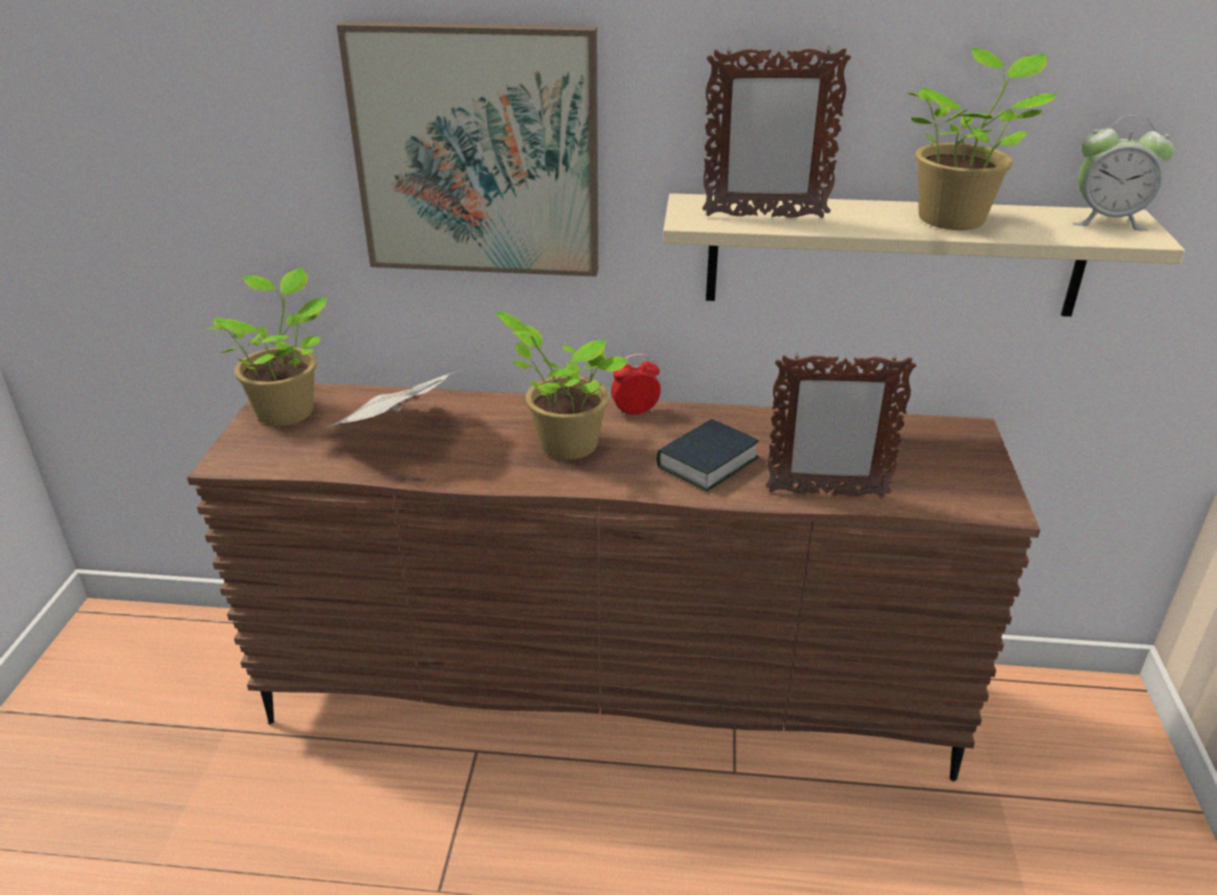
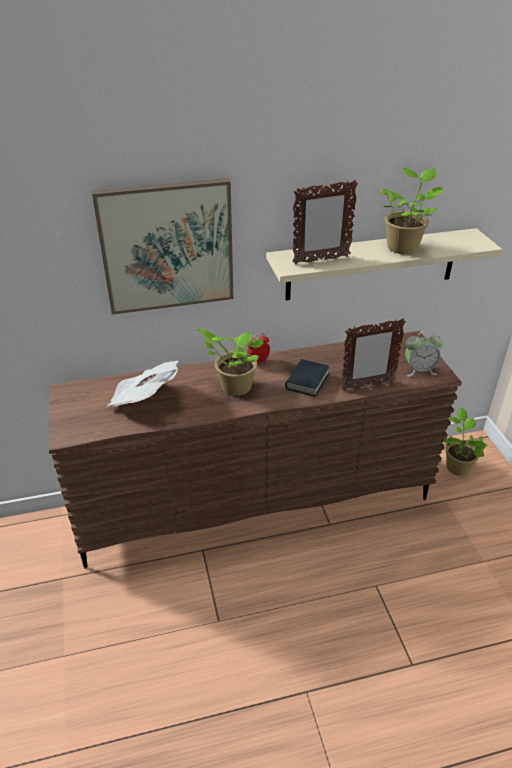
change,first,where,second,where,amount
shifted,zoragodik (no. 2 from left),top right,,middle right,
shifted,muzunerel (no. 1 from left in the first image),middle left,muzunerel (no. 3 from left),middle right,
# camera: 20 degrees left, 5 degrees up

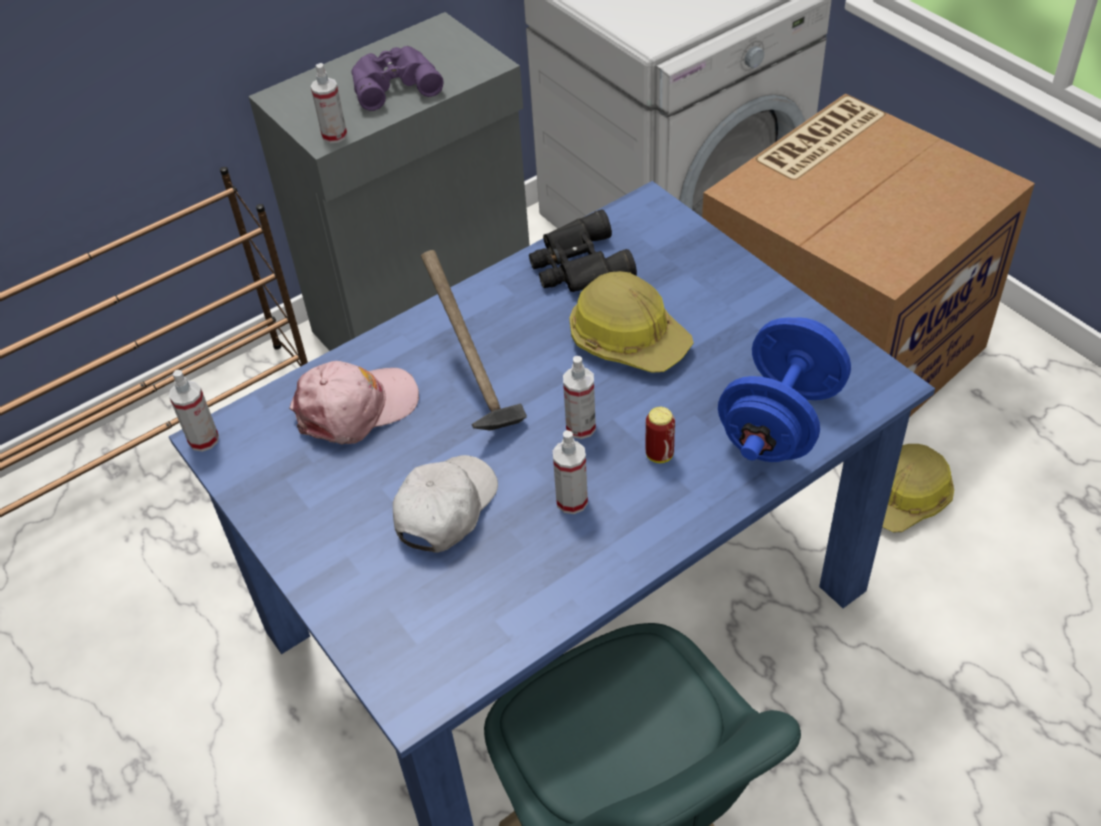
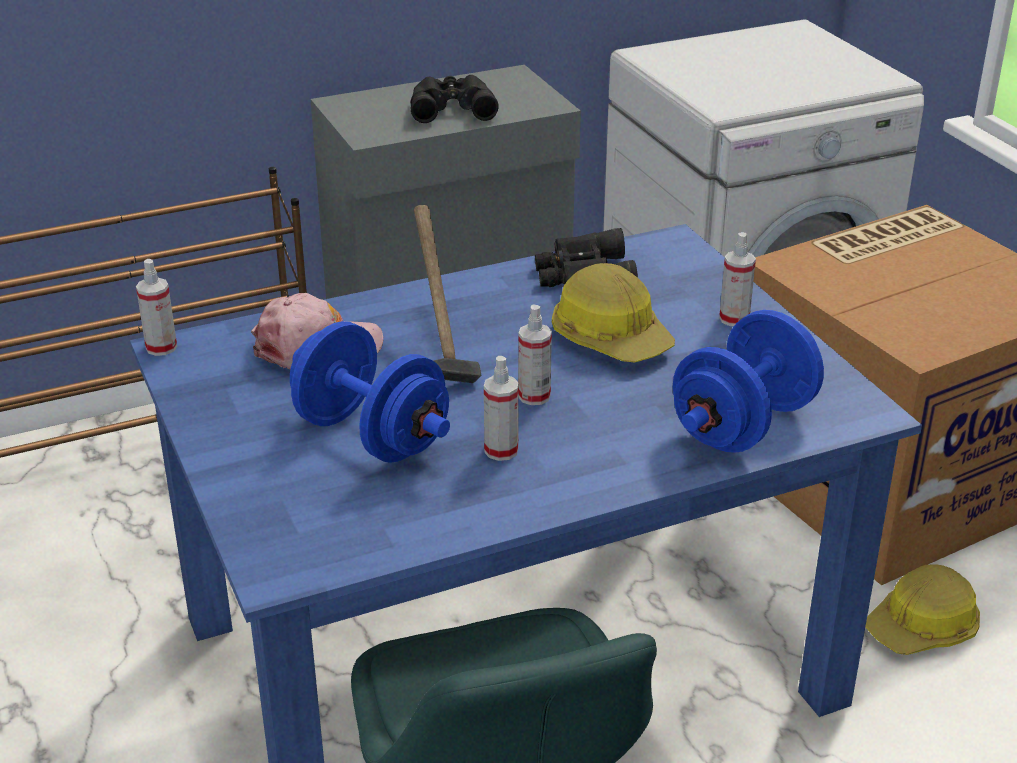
change,first,where,second,where,amount
swapped,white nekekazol,centre,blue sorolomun (no. 1 from left),centre,
repainted,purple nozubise,top centre,black nozubise (no. 1 from left),top centre,
shifted,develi (no. 2 from left in the first image),top left,develi (no. 4 from left),middle right,
gone,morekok,centre,,,
# camera: 10 degrees right, 15 degrees down

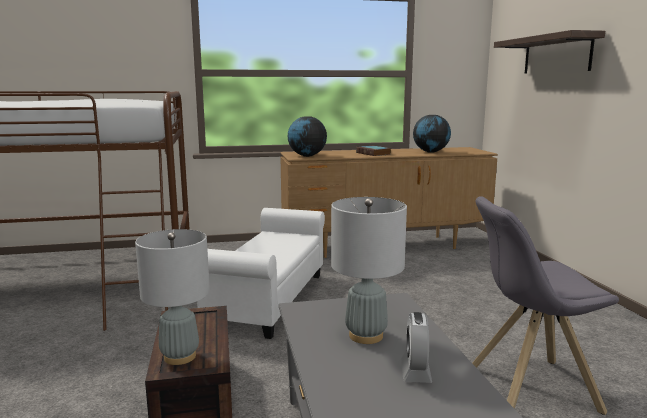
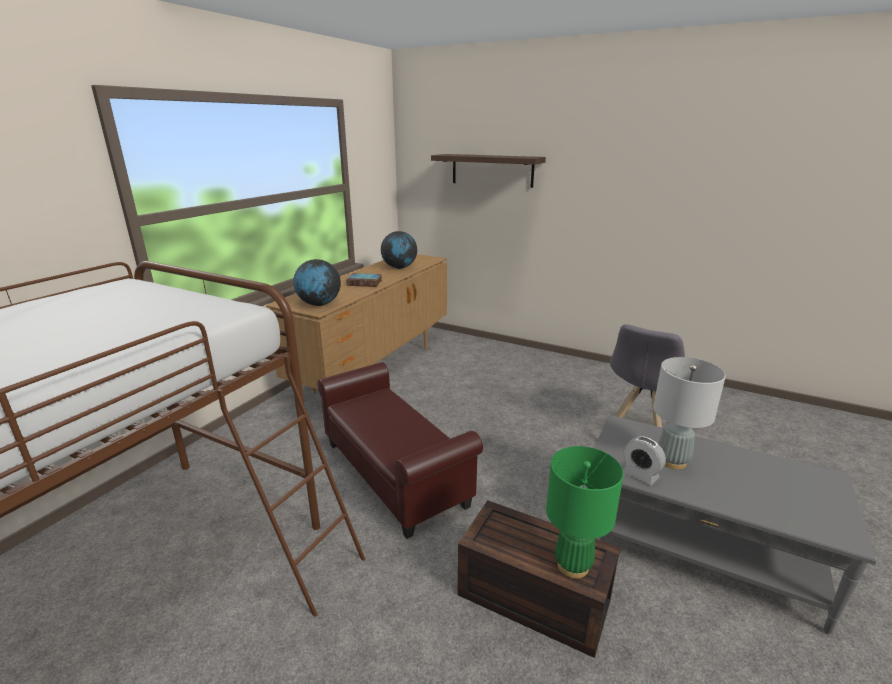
change,first,where,second,where,amount
repainted,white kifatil,centre,brown kifatil,centre,
repainted,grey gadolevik (no. 1 from left),bottom left,green gadolevik,bottom centre,
shifted,zoragodik,bottom centre,,bottom right,
# camera: 50 degrees left, 10 degrees up

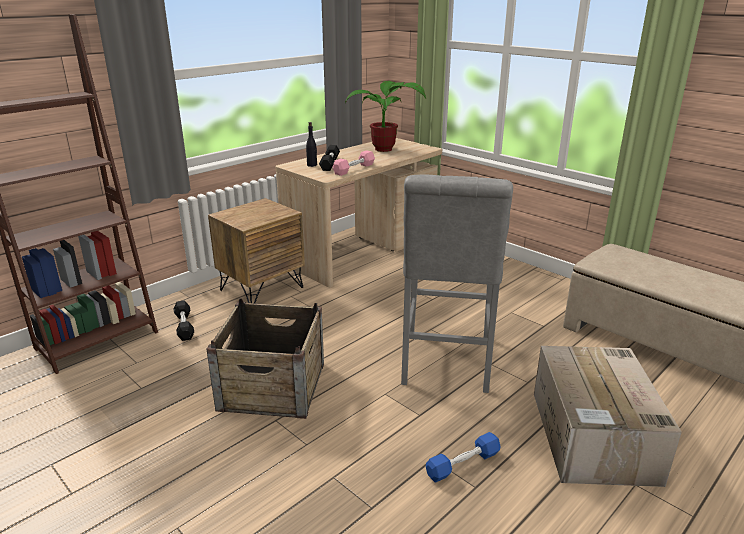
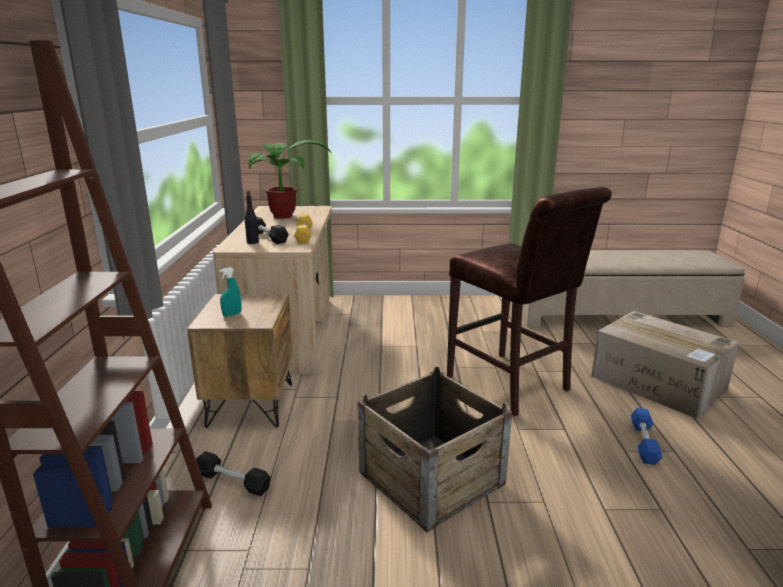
change,first,where,second,where,amount
new,,,turquoise develi,middle left,
repainted,pink sorolomun,top centre,yellow sorolomun,centre,
repainted,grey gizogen,centre,brown gizogen,middle right,
# camera: 45 degrees left, 5 degrees down

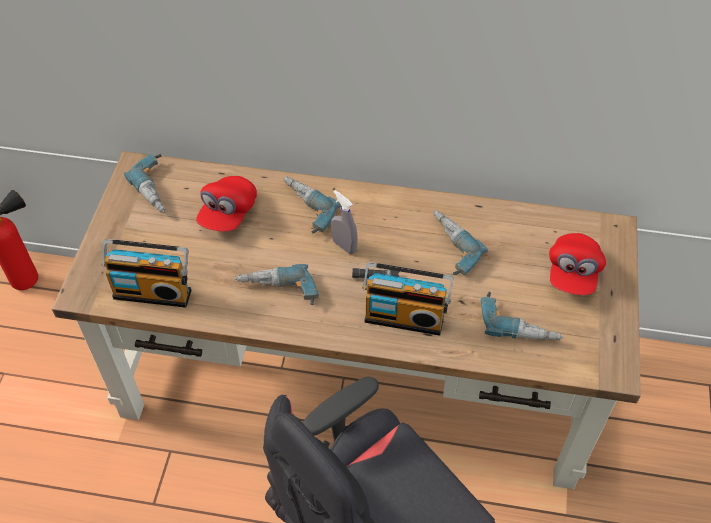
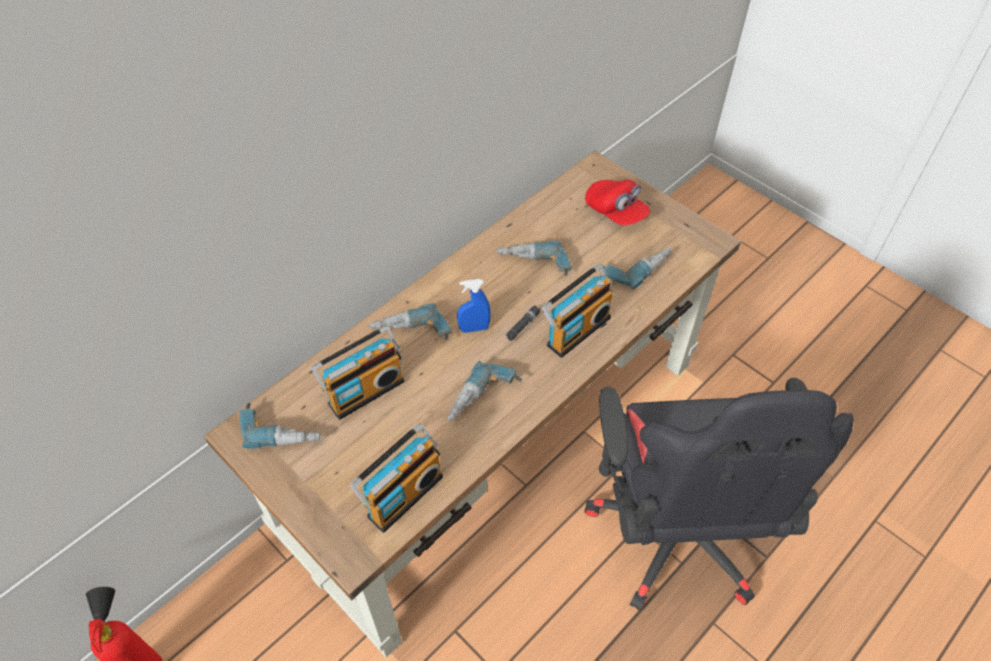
change,first,where,second,where,amount
swapped,red nekekazol (no. 1 from left),middle left,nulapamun (no. 1 from left),centre,
repainted,grey develi,centre,blue develi,centre,
# camera: 55 degrees left, 0 degrees up

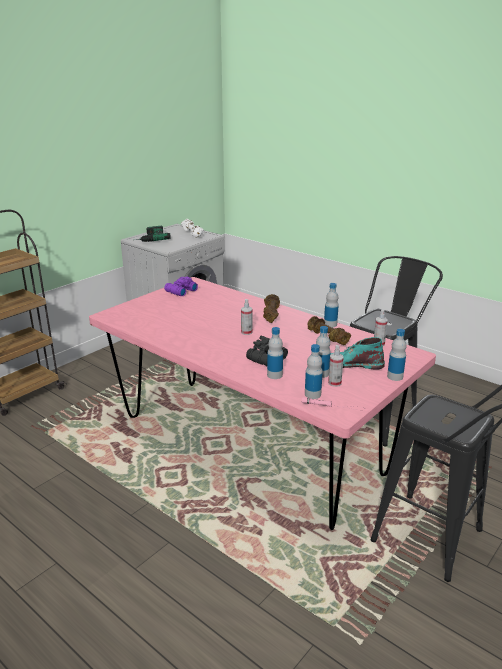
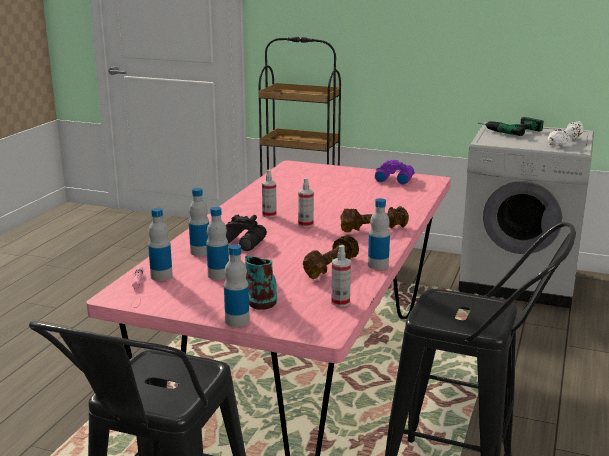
change,first,where,second,where,amount
shifted,develi (no. 2 from left in the first image),middle right,develi (no. 1 from left),centre,
# camera: 70 degrees right, 5 degrees down

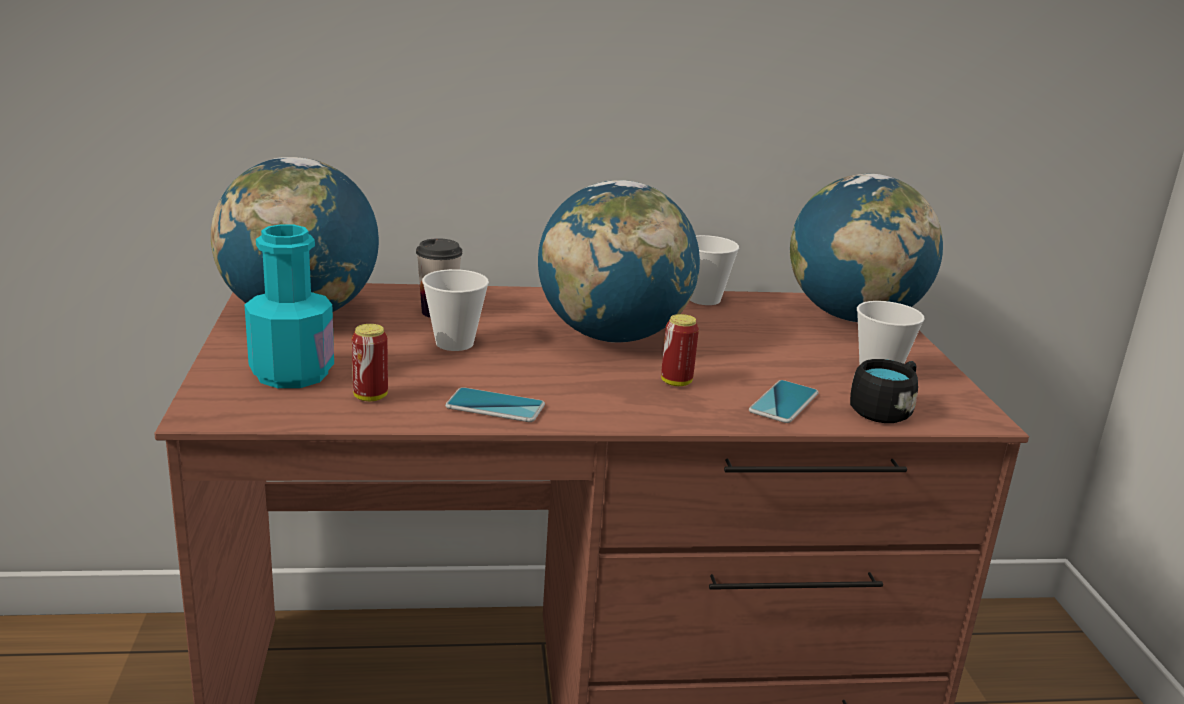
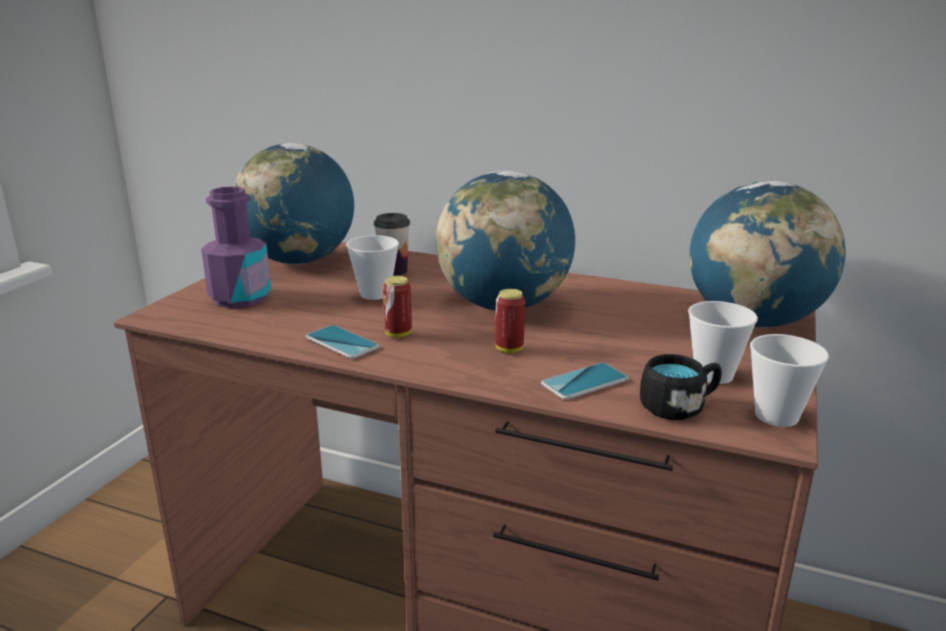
change,first,where,second,where,amount
repainted,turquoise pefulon,middle left,purple pefulon,middle left,
shifted,morekok (no. 1 from left),middle left,,centre,
shifted,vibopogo (no. 3 from left in the first image),centre,vibopogo (no. 4 from left),middle right,
# camera: 30 degrees right, 0 degrees up

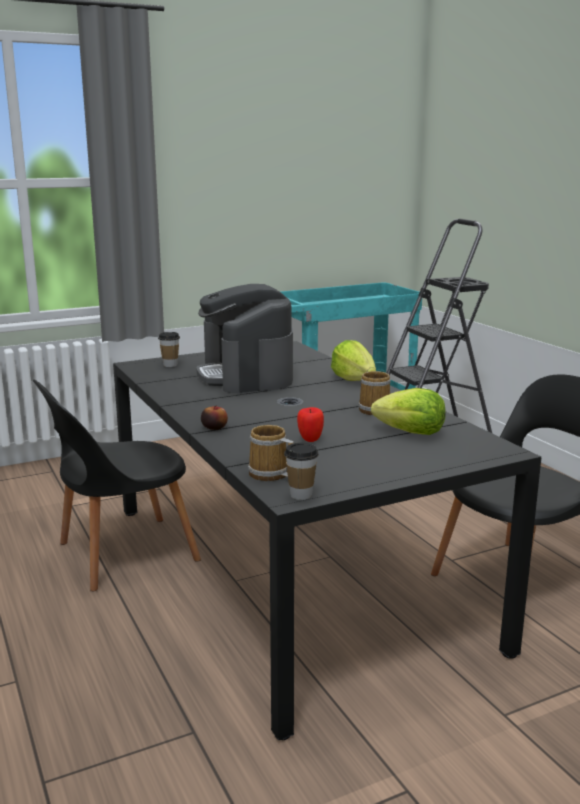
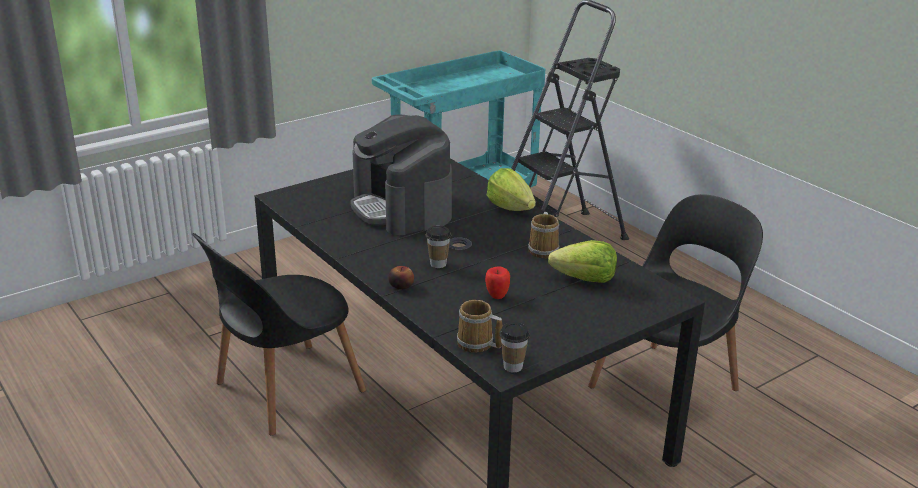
change,first,where,second,where,amount
shifted,vibopogo (no. 1 from left),middle left,,centre,
# camera: 10 degrees left, 10 degrees up

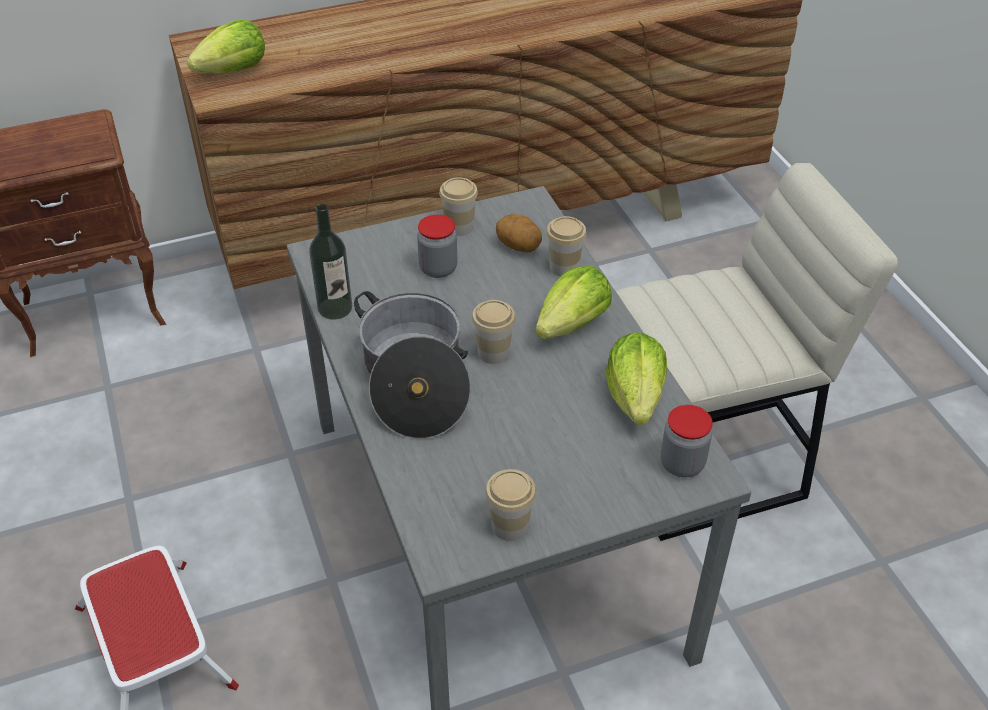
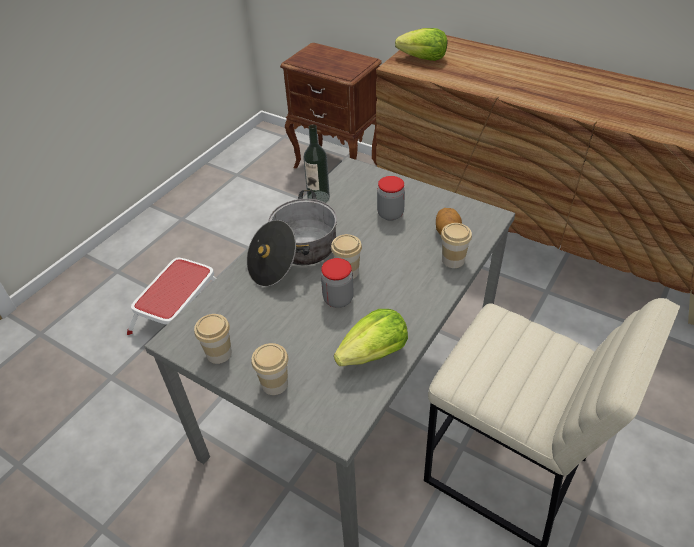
change,first,where,second,where,amount
shifted,vibopogo (no. 1 from left in the first image),top centre,vibopogo (no. 2 from left),bottom centre,
shifted,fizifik (no. 2 from left in the first image),middle right,fizifik (no. 1 from left),centre,
gone,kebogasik (no. 2 from left),centre,,,
# camera: 55 degrees right, 0 degrees up

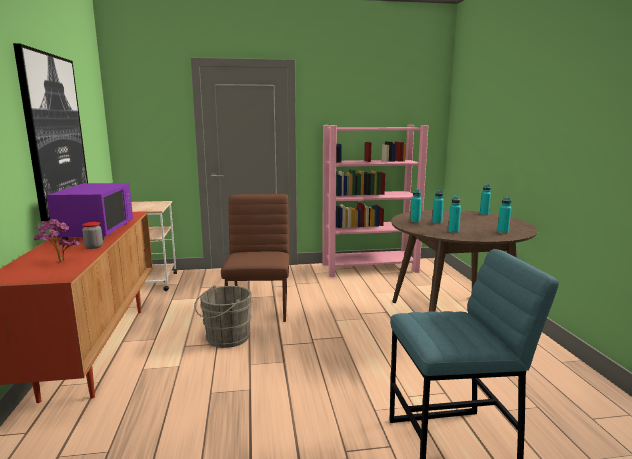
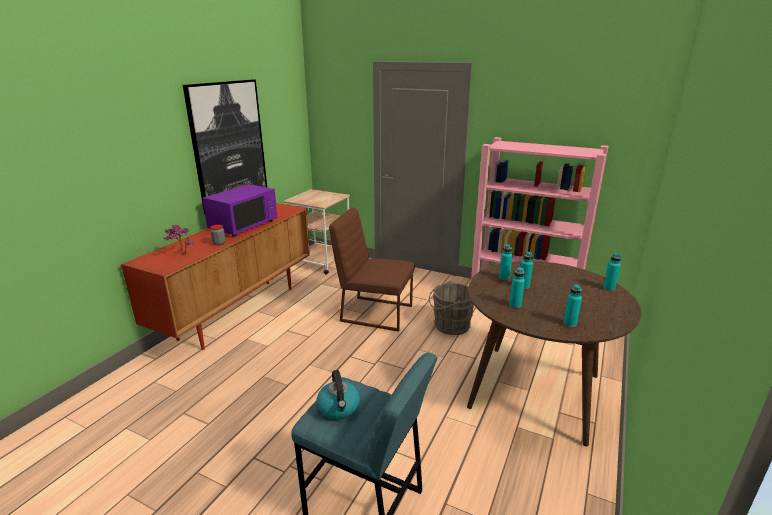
change,first,where,second,where,amount
new,,,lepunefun,bottom centre,
rotated,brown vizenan,centre,,centre,105 degrees counterclockwise
shifted,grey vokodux,bottom centre,,centre,
# camera: 35 degrees right, 10 degrees up

